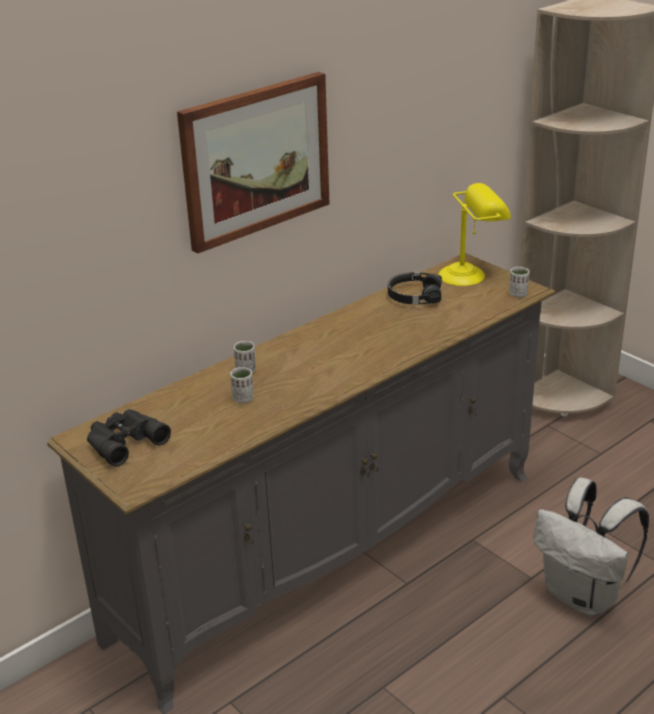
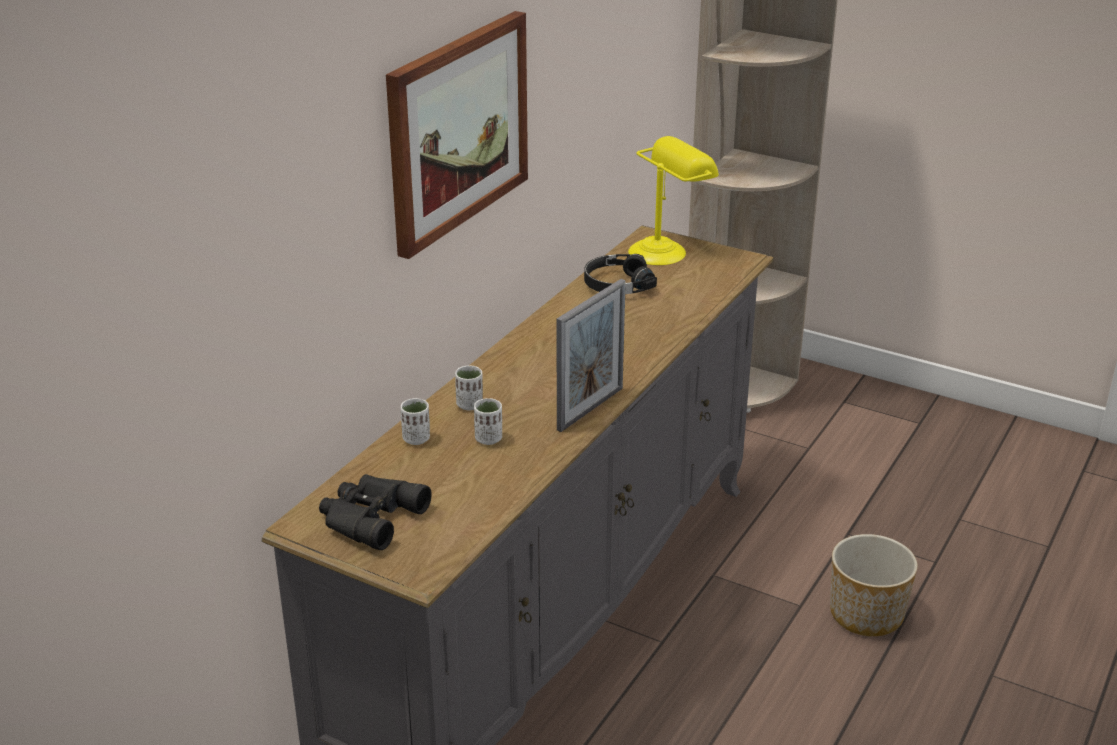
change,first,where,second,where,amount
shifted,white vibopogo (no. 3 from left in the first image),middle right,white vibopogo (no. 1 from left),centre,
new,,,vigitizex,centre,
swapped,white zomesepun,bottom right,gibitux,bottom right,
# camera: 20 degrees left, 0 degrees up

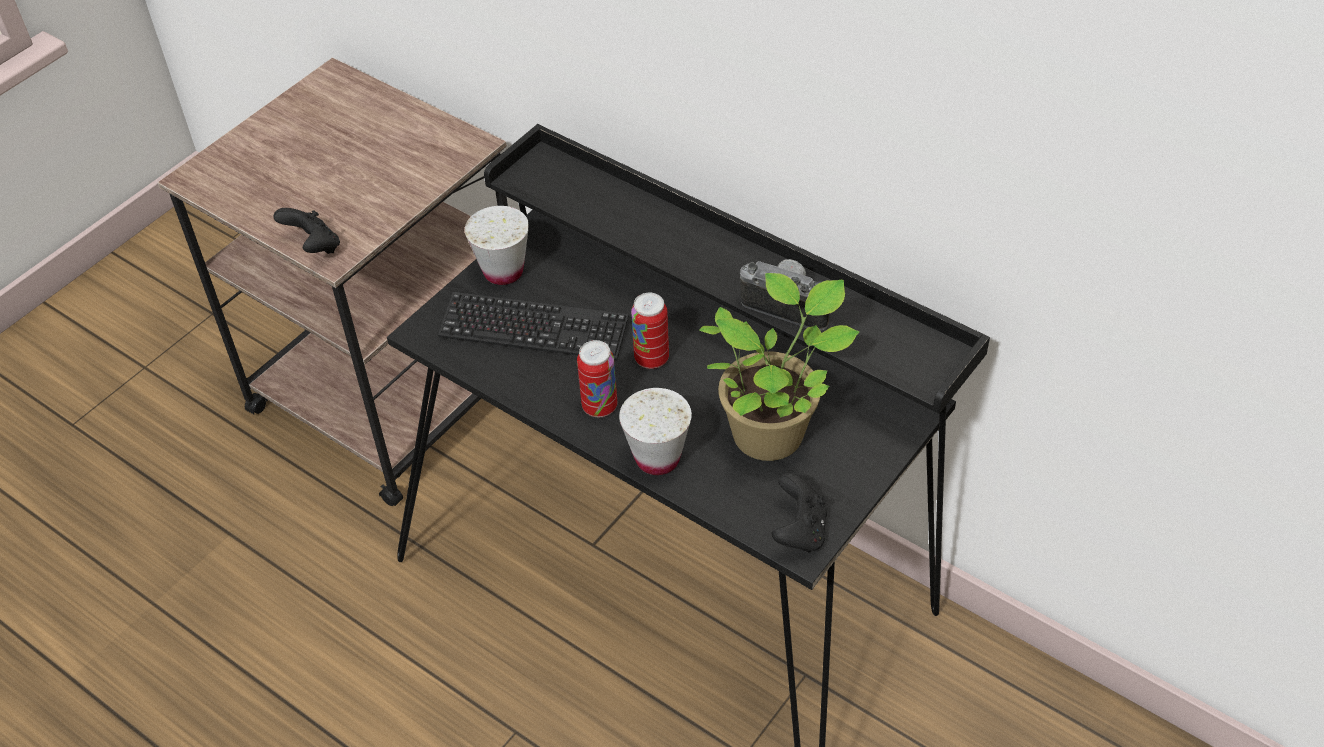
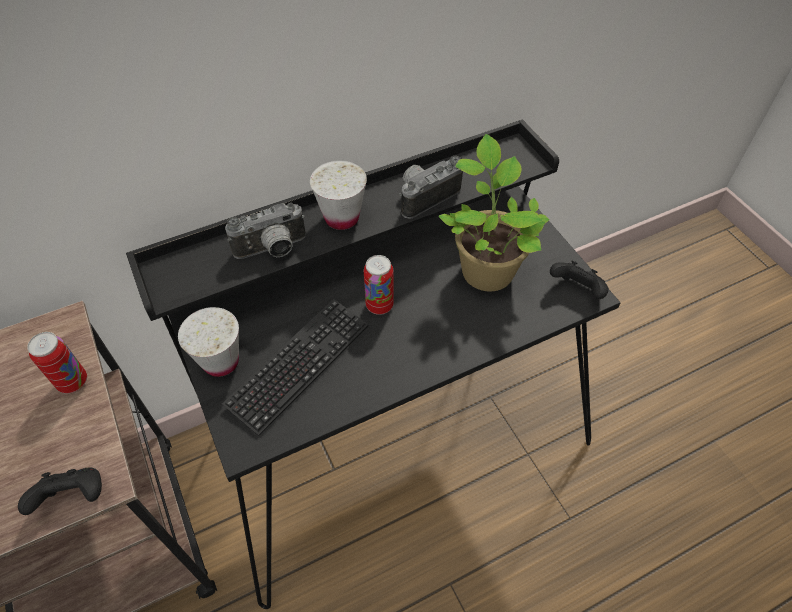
change,first,where,second,where,amount
shifted,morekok (no. 1 from left),centre,,middle left,
new,,,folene (no. 1 from left),centre,
shifted,white vibopogo (no. 2 from left),centre,,top centre,
# camera: 65 degrees left, 5 degrees up

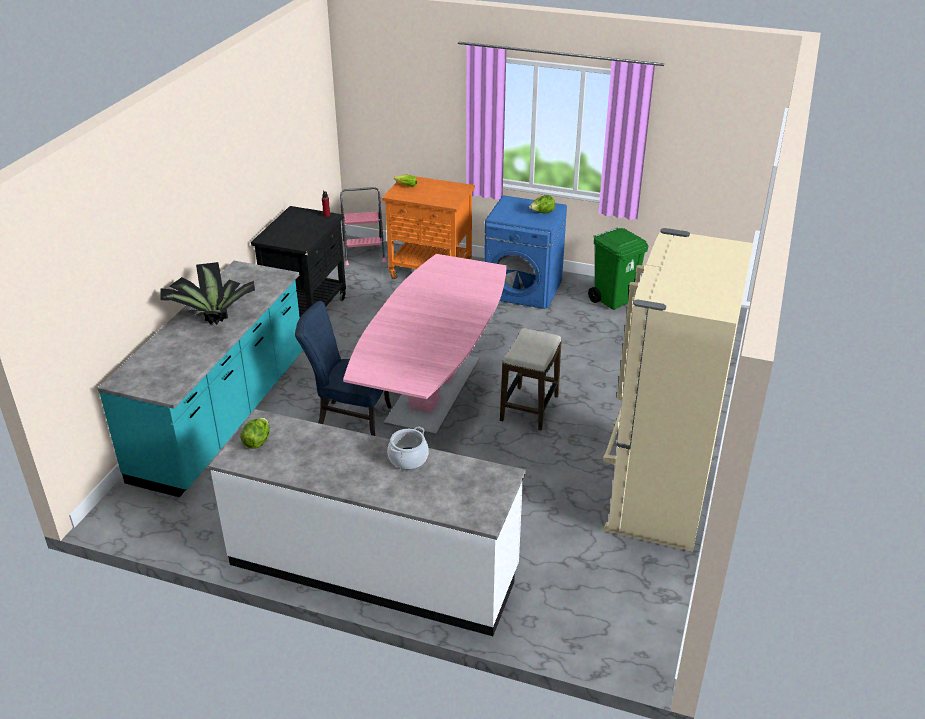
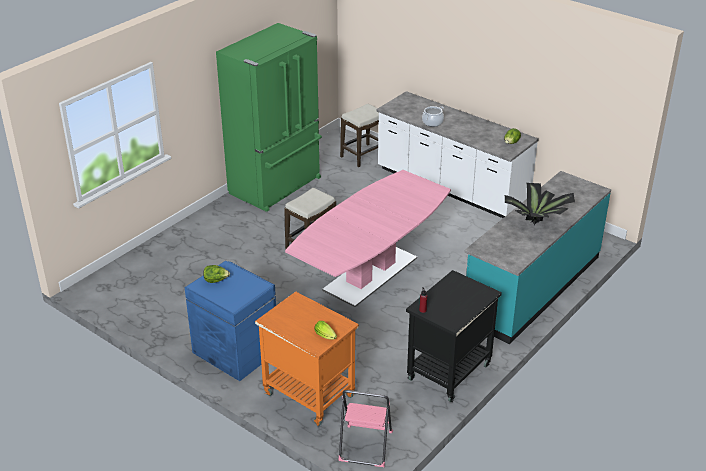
change,first,where,second,where,amount
repainted,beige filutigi,middle right,green filutigi,top centre,
new,,,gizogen (no. 2 from left),top centre,
gone,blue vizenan,centre,,,
gone,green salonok,middle right,,,
# camera: 160 degrees left, 0 degrees up

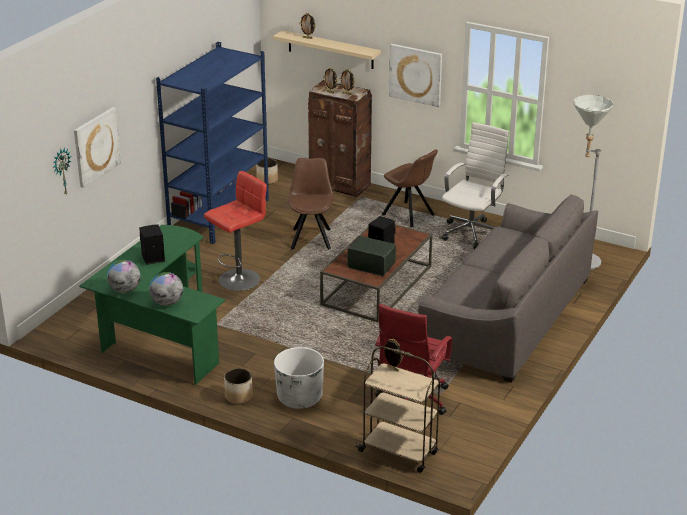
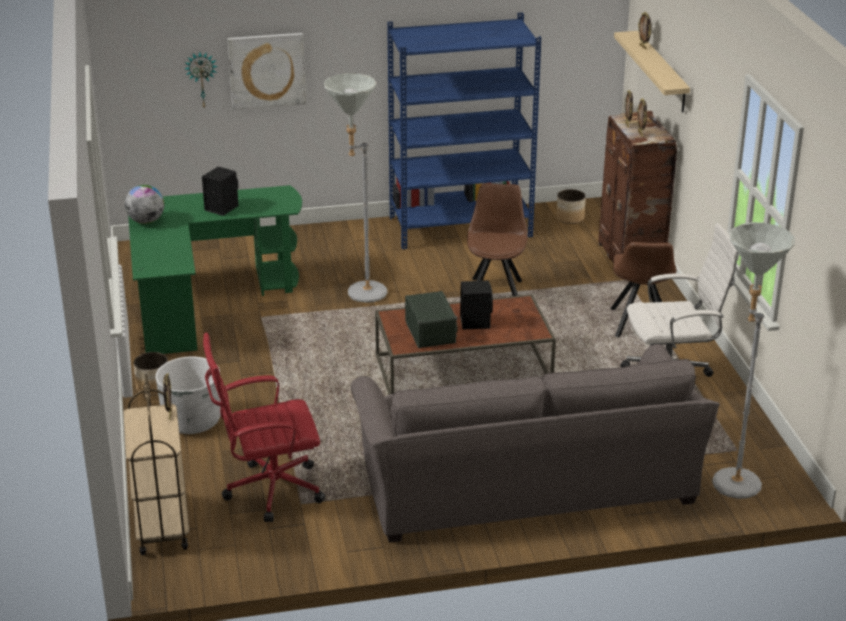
change,first,where,second,where,amount
swapped,red gizogen,centre,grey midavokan (no. 1 from left),top centre,
rotated,brown vizenan (no. 1 from left),centre,,centre,45 degrees counterclockwise
gone,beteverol (no. 2 from left),middle left,,,
gone,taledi (no. 2 from left),top centre,,,
# camera: 50 degrees right, 0 degrees up

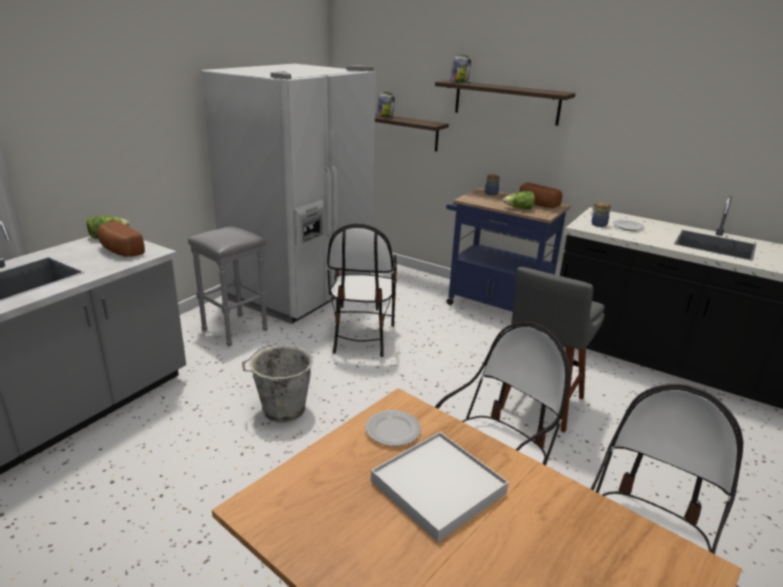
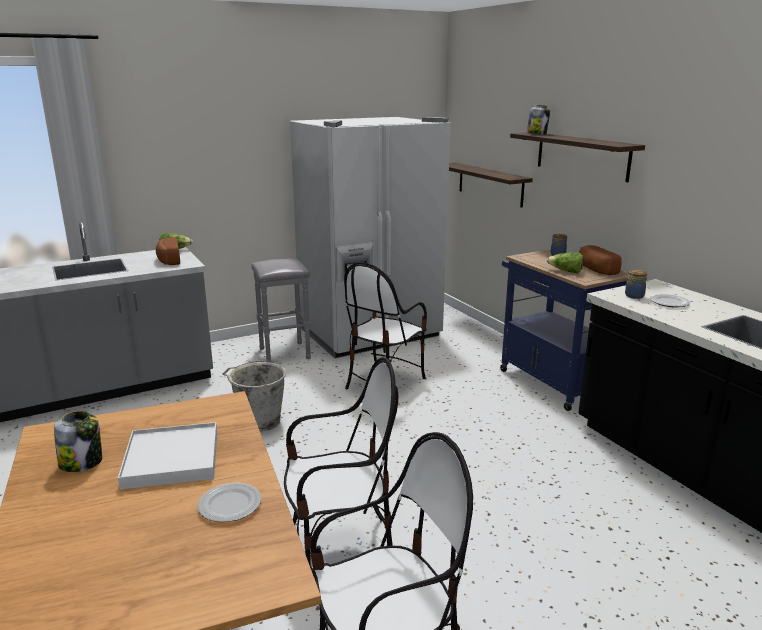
change,first,where,second,where,amount
shifted,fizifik (no. 1 from left),top centre,,bottom left,
shifted,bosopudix (no. 1 from left),bottom centre,,bottom left,
gone,grey gizogen (no. 2 from left),middle right,,,
# camera: 30 degrees right, 5 degrees down

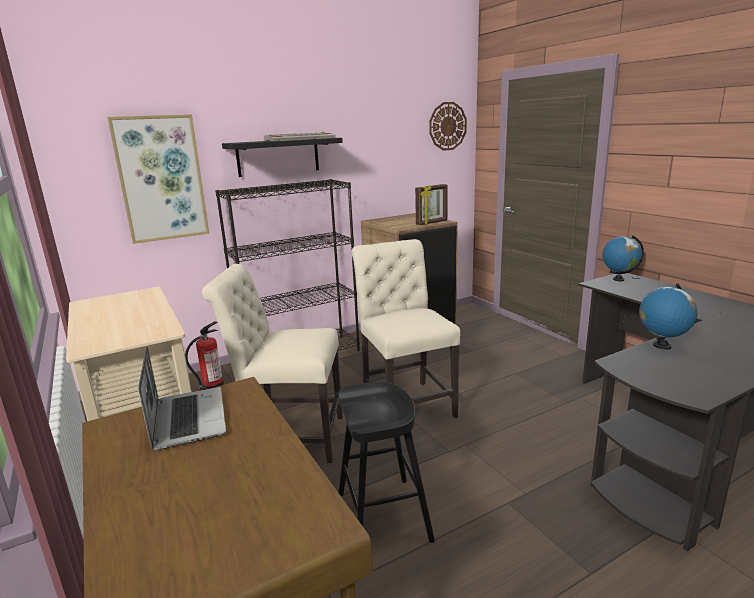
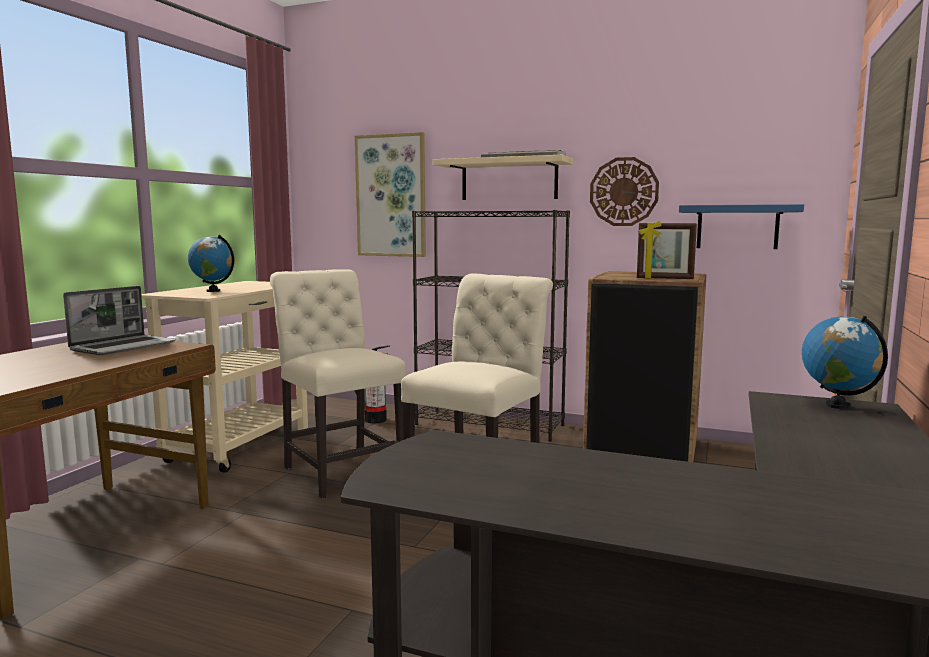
change,first,where,second,where,amount
shifted,beteverol (no. 2 from left in the first image),middle right,beteverol (no. 1 from left),middle left,
repainted,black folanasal,top centre,beige folanasal,top centre,
shifted,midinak,top centre,,top right,
new,,,blue folanasal,middle right,
gone,black gizogen,bottom centre,,,
# camera: 50 degrees right, 10 degrees down

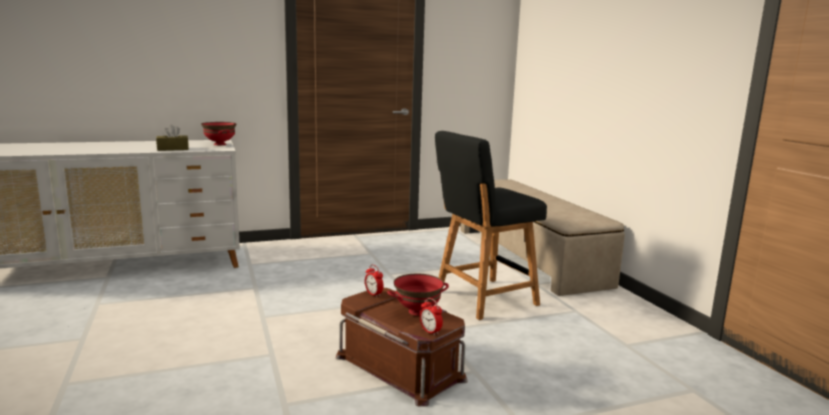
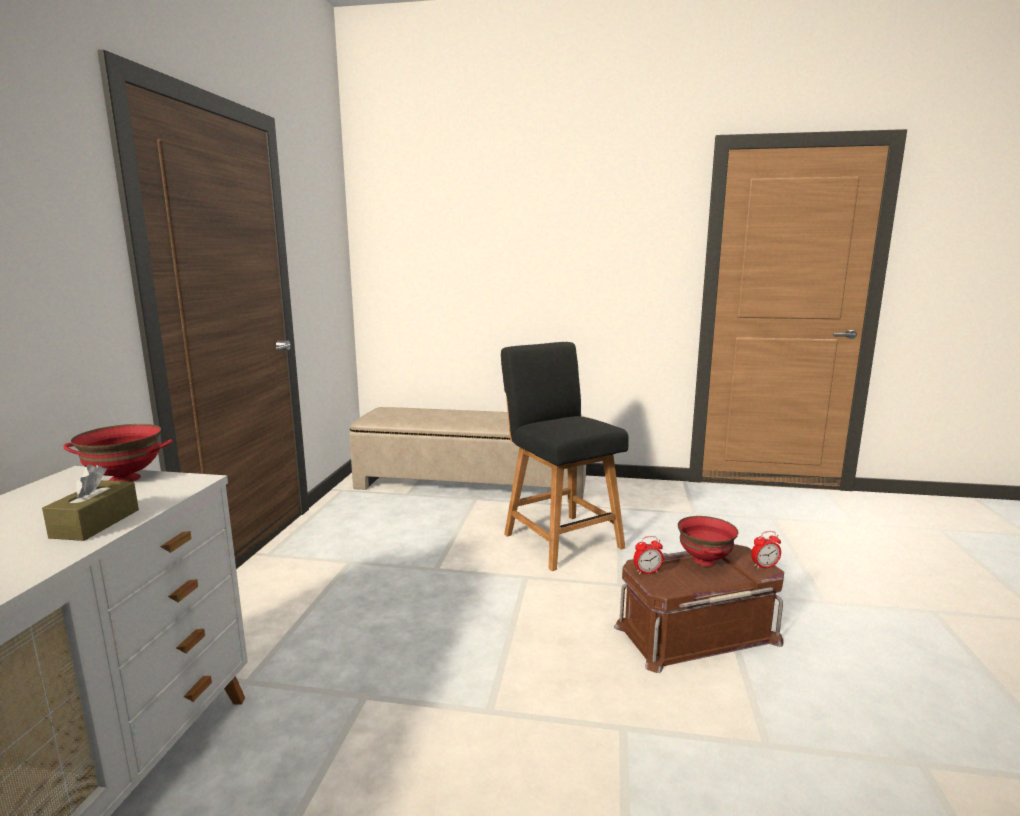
change,first,where,second,where,amount
rotated,black vizenan,centre,,centre,150 degrees clockwise
# camera: 60 degrees left, 0 degrees up

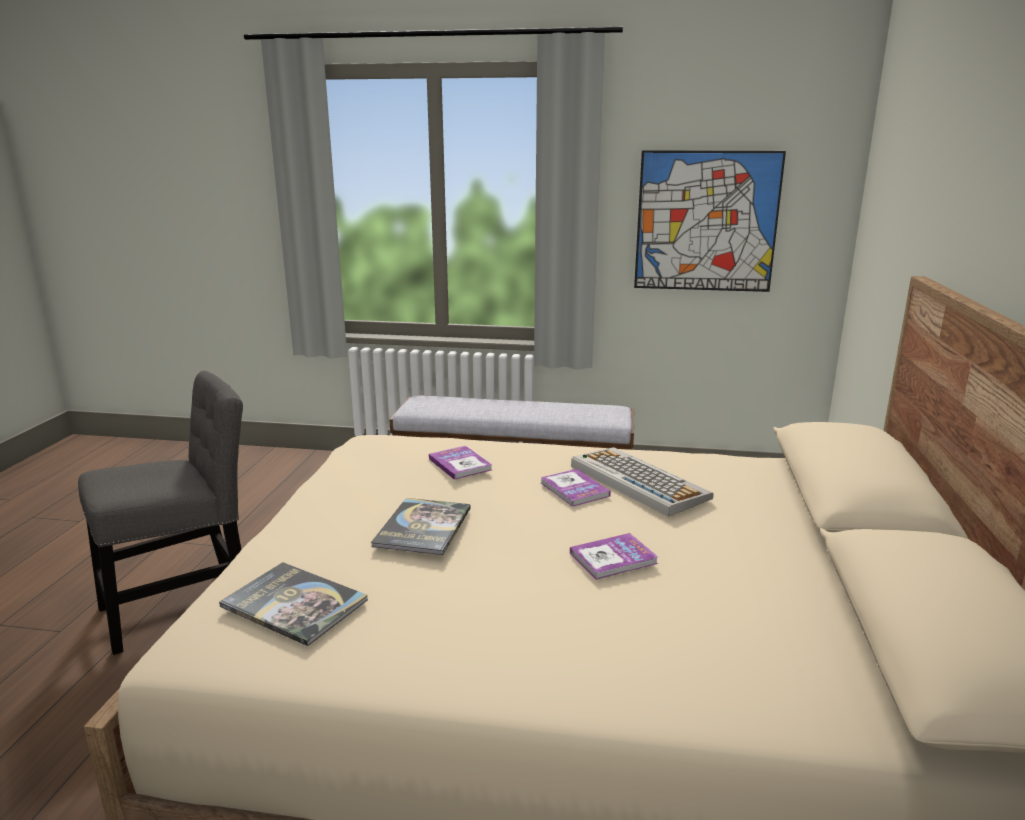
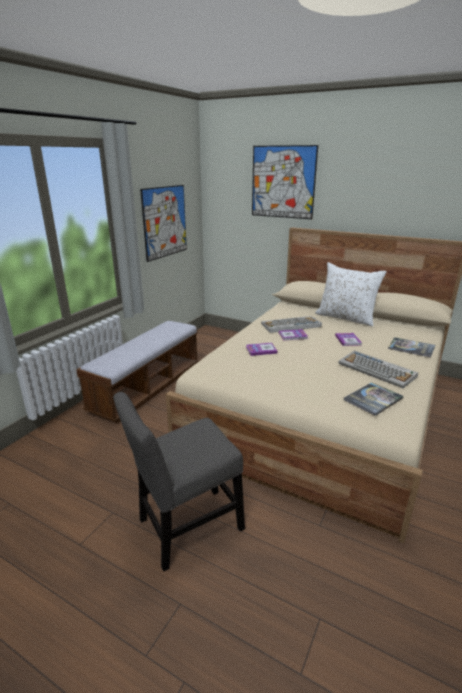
change,first,where,second,where,amount
rotated,grey vizenan,middle left,,bottom centre,105 degrees counterclockwise
new,,,taledi (no. 2 from left),top centre,
new,,,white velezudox,middle right,
new,,,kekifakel (no. 2 from left),middle right,
shifted,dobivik (no. 2 from left in the first image),centre,dobivik (no. 5 from left),middle right,
# camera: 70 degrees left, 5 degrees up

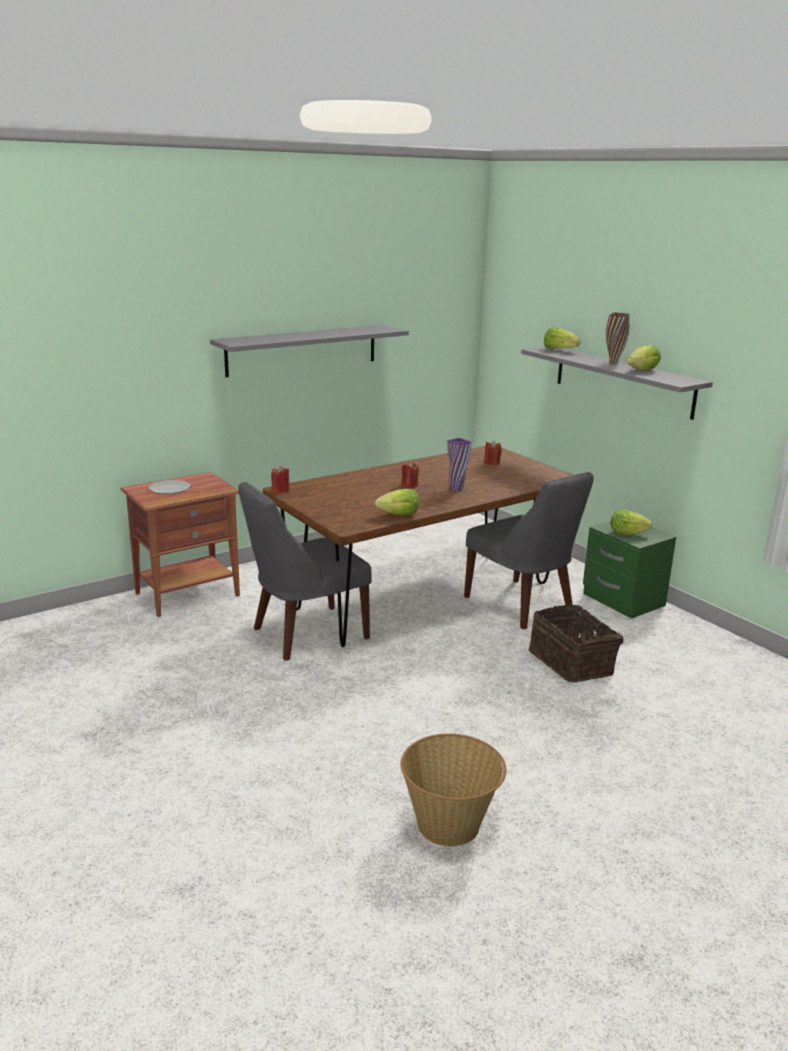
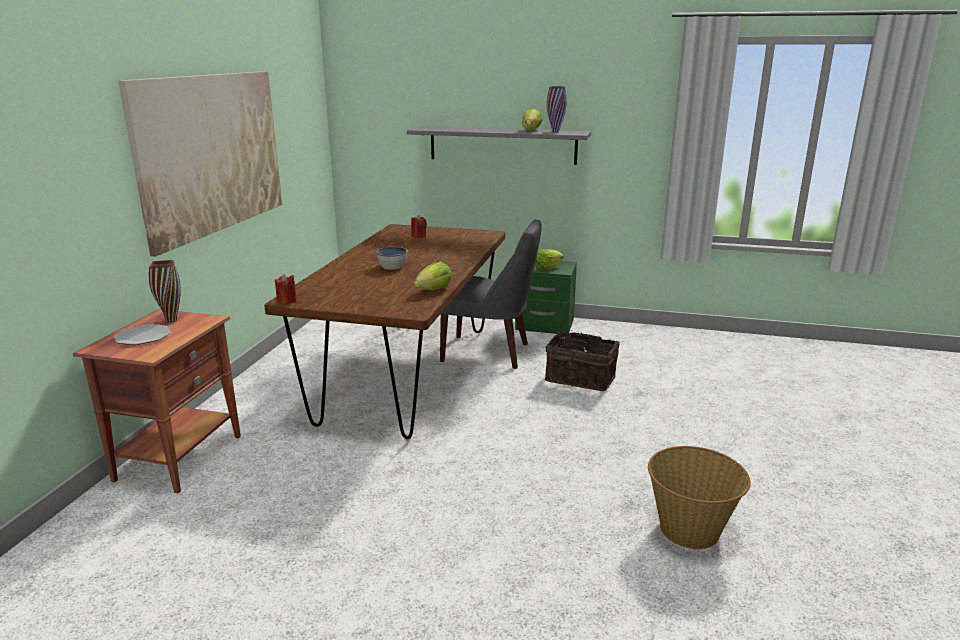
change,first,where,second,where,amount
swapped,grey folanasal (no. 1 from left),centre,taledi,top left,
shifted,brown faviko,top right,,middle left,
swapped,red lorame (no. 2 from left),centre,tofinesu,centre,
shifted,purple faviko,centre,,top centre,
gone,grey vizenan (no. 1 from left),centre,,,
gone,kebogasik (no. 2 from left),top right,,,
# camera: 40 degrees left, 0 degrees up

